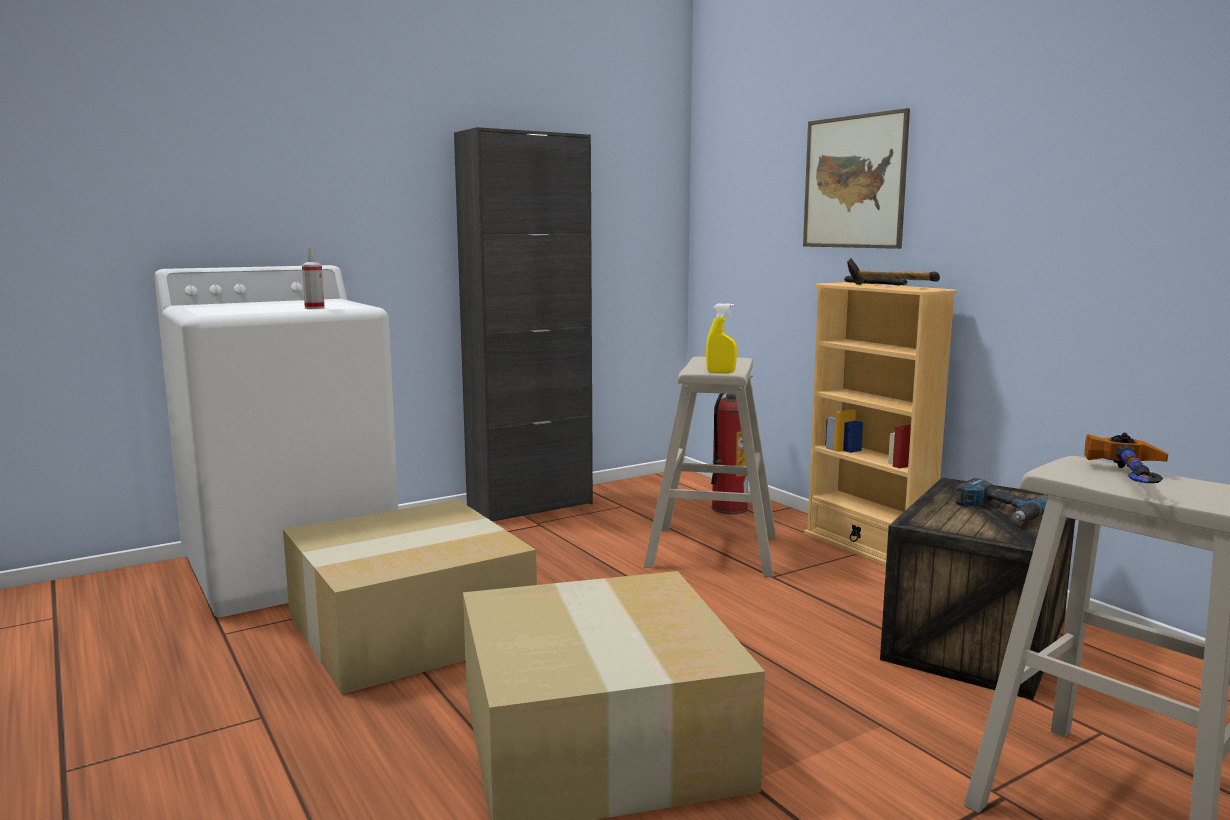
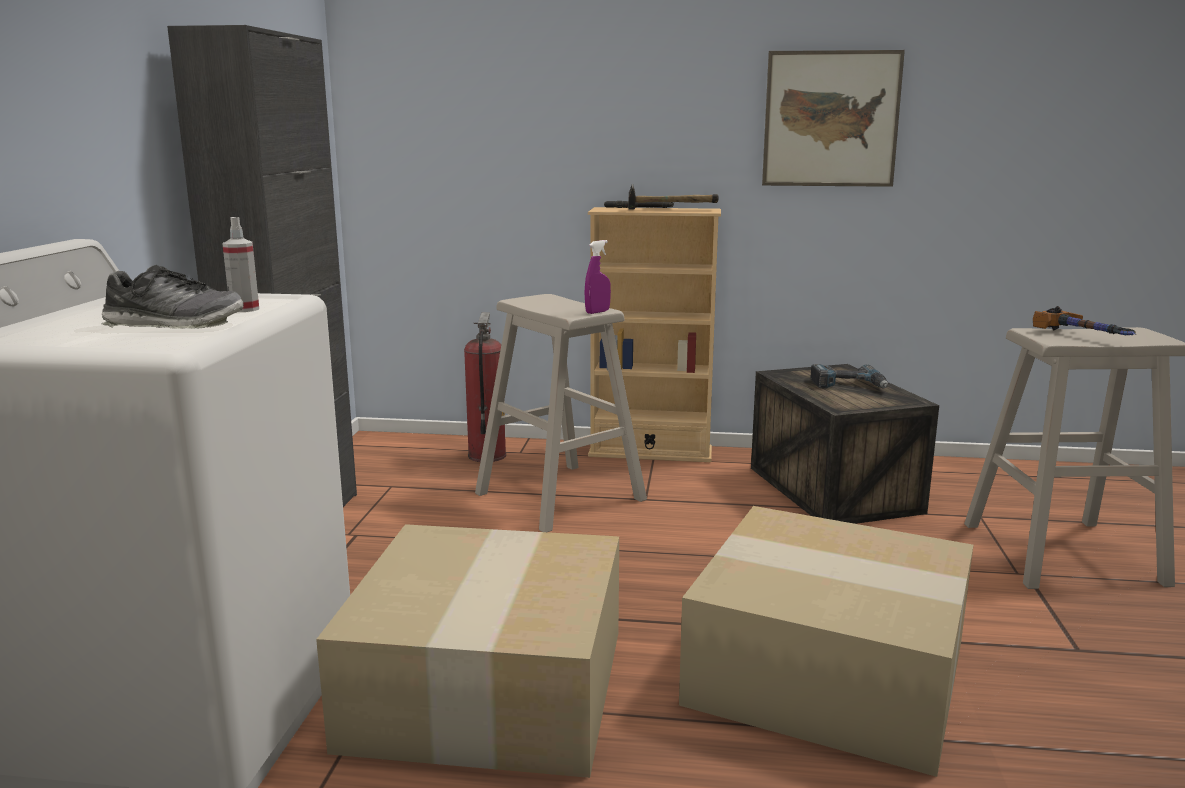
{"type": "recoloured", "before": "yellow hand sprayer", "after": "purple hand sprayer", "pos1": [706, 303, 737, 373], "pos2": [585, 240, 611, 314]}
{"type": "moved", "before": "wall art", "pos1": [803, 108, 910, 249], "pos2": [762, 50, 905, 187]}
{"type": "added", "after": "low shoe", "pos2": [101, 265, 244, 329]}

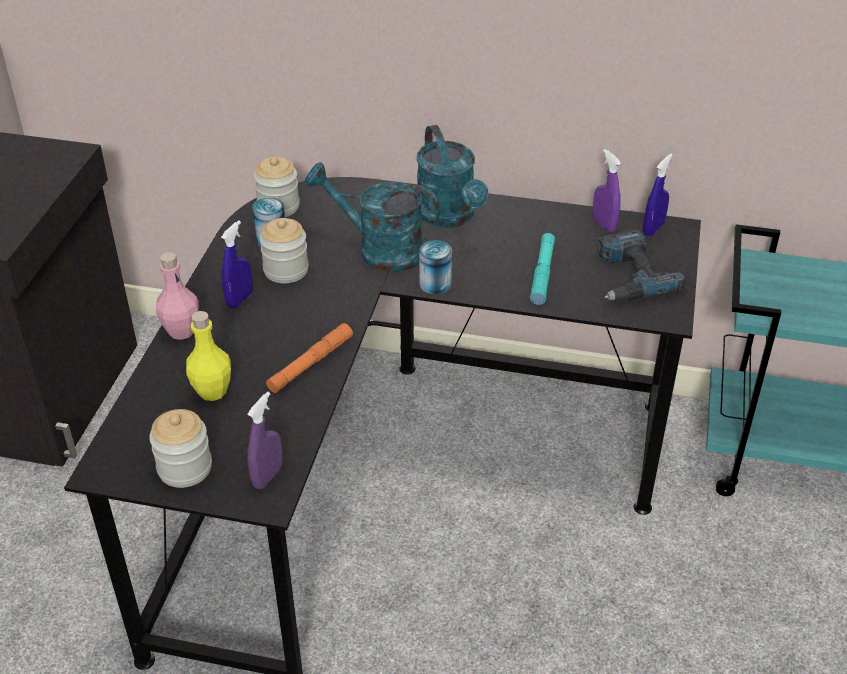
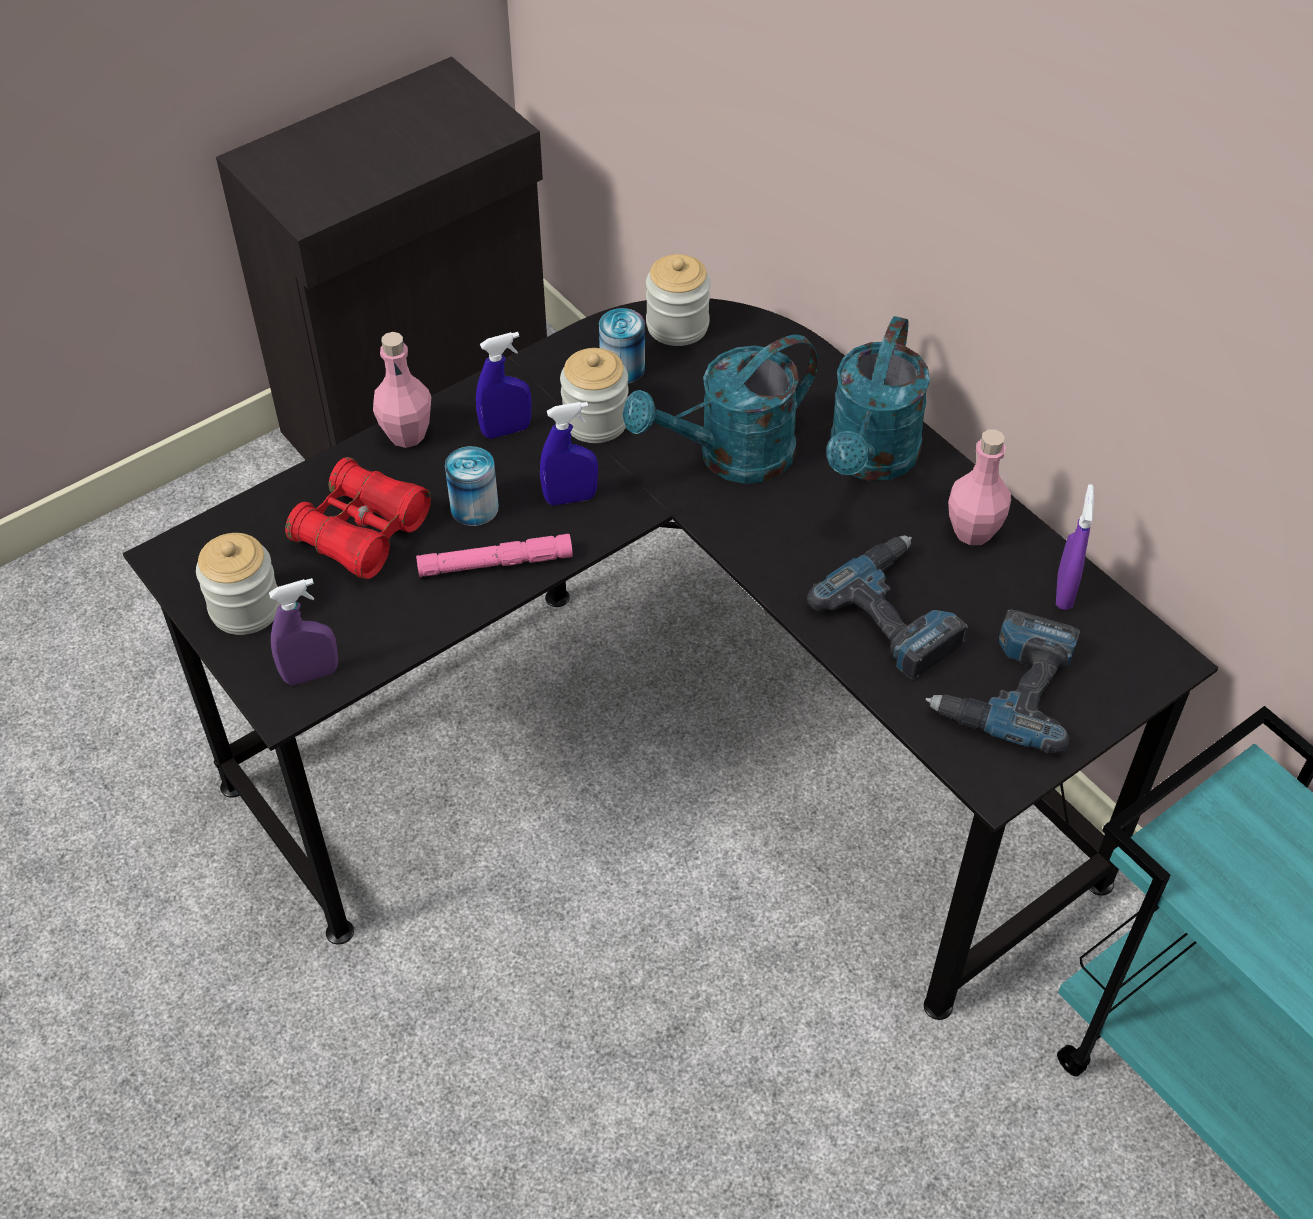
{"type": "replaced", "before": "yellow bottle", "after": "red-coloured field glasses", "pos1": [186, 311, 231, 401], "pos2": [285, 457, 431, 579]}
{"type": "recoloured", "before": "orange-coloured hand torch", "after": "pinkish hand torch", "pos1": [266, 323, 353, 393], "pos2": [416, 534, 573, 577]}
{"type": "turned", "before": "turquoise-coloured sprinkling can", "pos1": [305, 162, 440, 272], "pos2": [622, 335, 818, 484], "turn": -90}
{"type": "moved", "before": "can", "pos1": [419, 240, 452, 294], "pos2": [445, 446, 499, 526]}
{"type": "replaced", "before": "turquoise-coloured hand torch", "after": "drill", "pos1": [530, 233, 555, 305], "pos2": [807, 535, 968, 680]}
{"type": "moved", "before": "bluish hand sprayer", "pos1": [643, 154, 673, 236], "pos2": [540, 402, 598, 506]}
{"type": "added", "after": "pinkish bottle", "pos2": [948, 429, 1011, 545]}

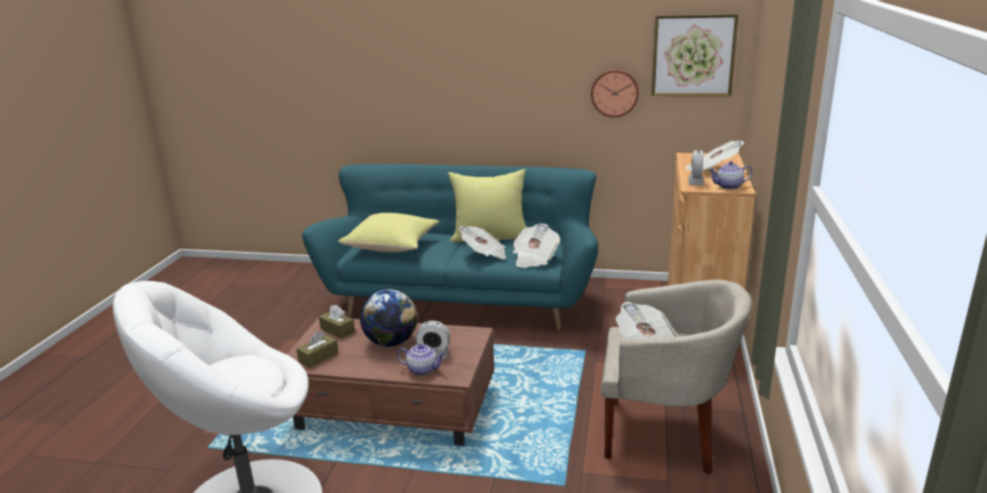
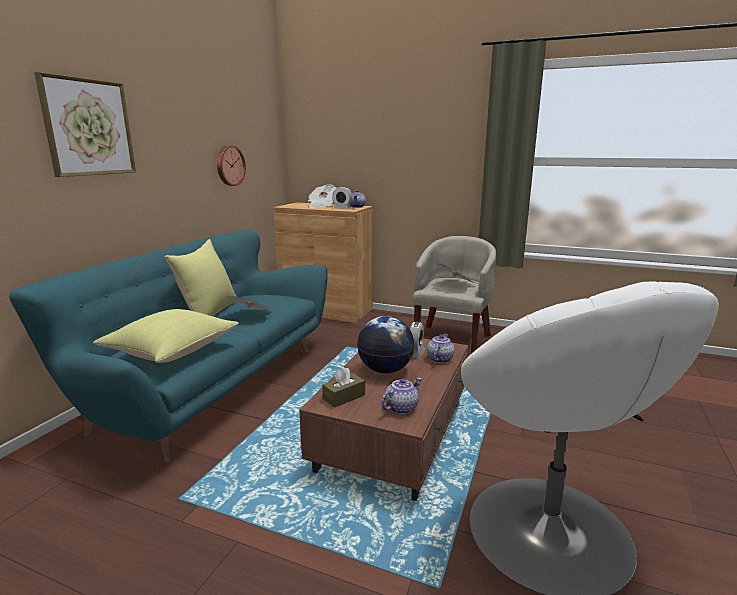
{"type": "replaced", "before": "brown box of tissues", "after": "pot for tea", "pos1": [297, 331, 338, 368], "pos2": [381, 378, 422, 414]}
{"type": "removed", "before": "newspaper", "pos1": [513, 224, 560, 268]}
{"type": "moved", "before": "wall art", "pos1": [651, 14, 739, 96], "pos2": [34, 72, 136, 177]}

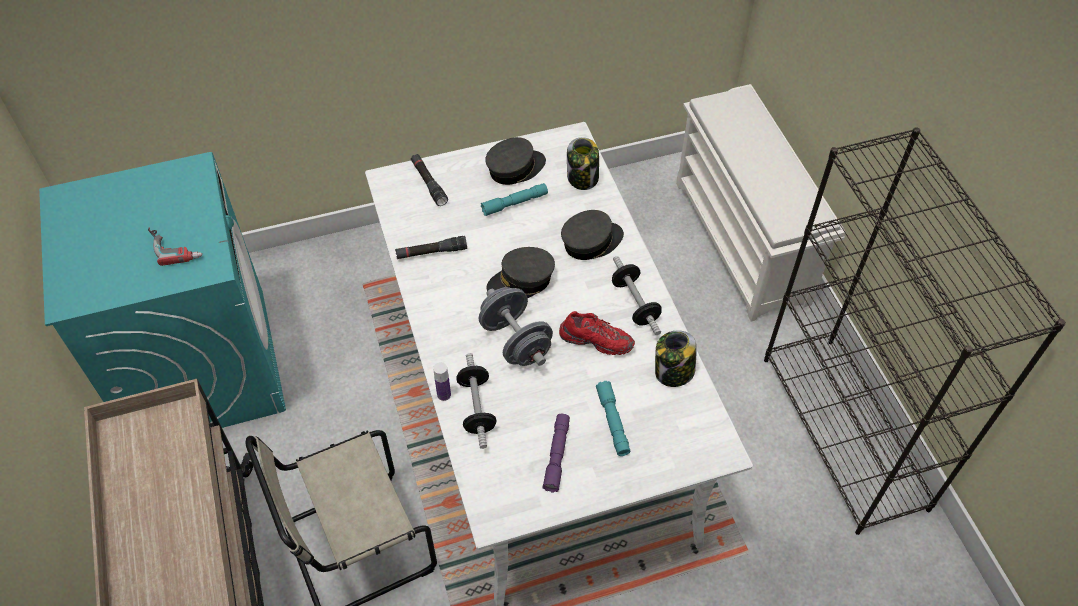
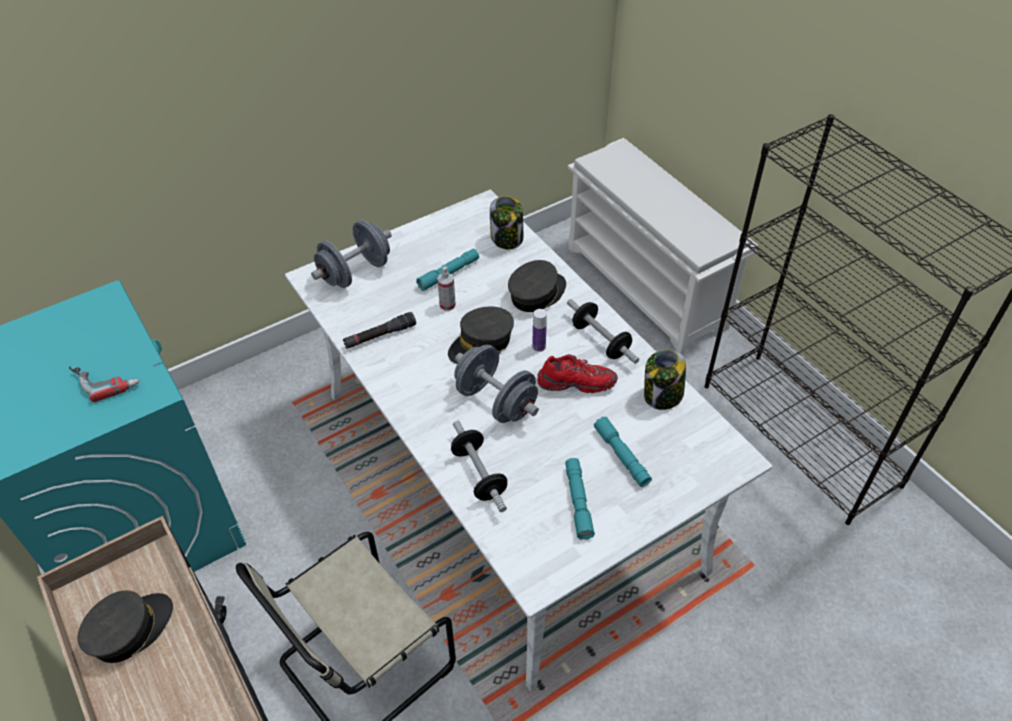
{"type": "replaced", "before": "black hand torch", "after": "greyish hand weight", "pos1": [411, 154, 448, 206], "pos2": [311, 220, 392, 288]}
{"type": "moved", "before": "bottle", "pos1": [433, 362, 451, 401], "pos2": [532, 309, 547, 352]}
{"type": "moved", "before": "greyish cap", "pos1": [485, 137, 546, 185], "pos2": [78, 590, 173, 663]}
{"type": "recoloured", "before": "purple hand torch", "after": "turquoise-coloured hand torch", "pos1": [542, 414, 570, 492], "pos2": [565, 458, 595, 540]}
{"type": "added", "after": "hand sprayer", "pos2": [437, 266, 456, 311]}

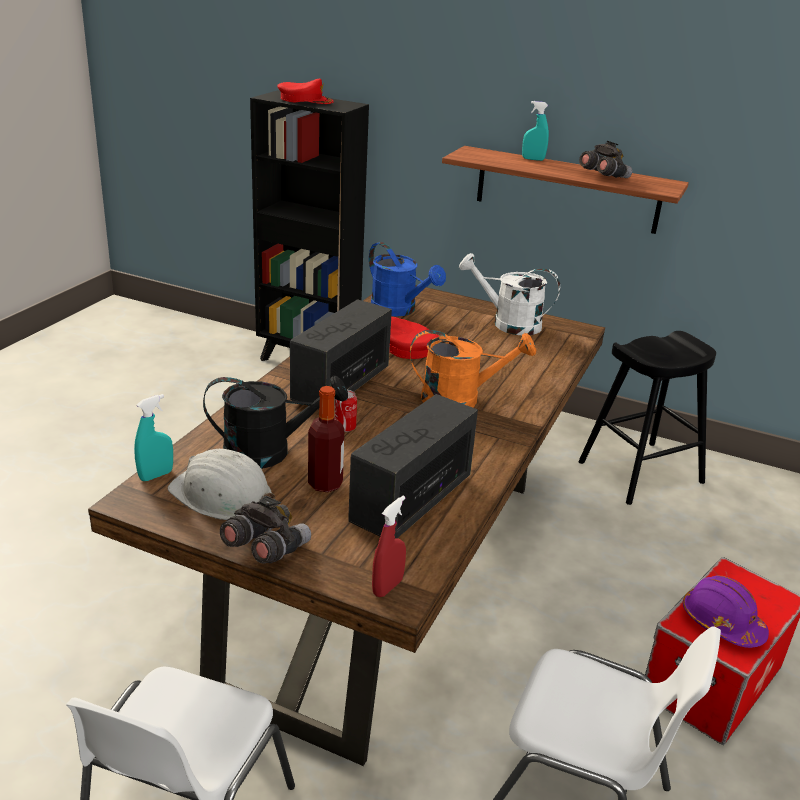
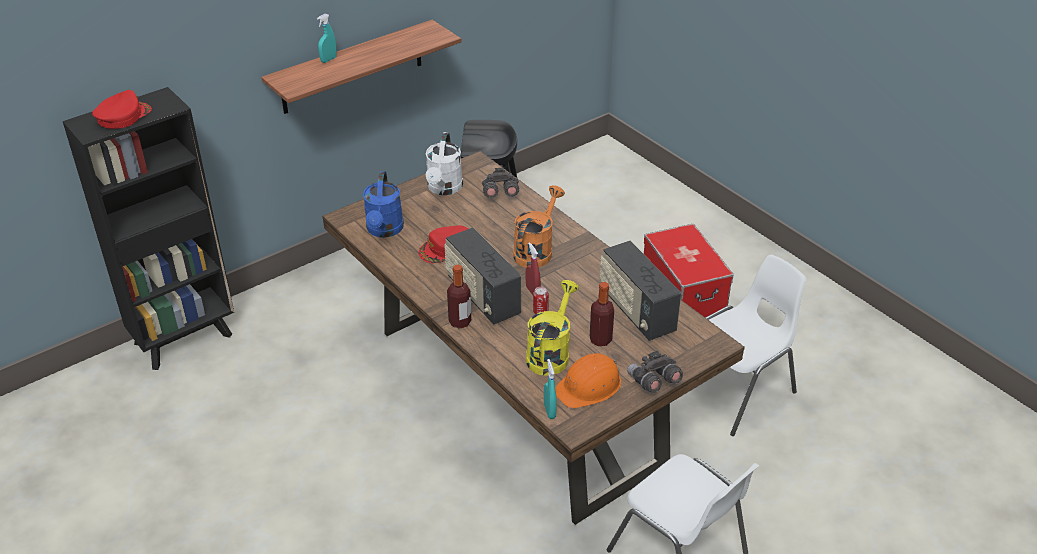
{"type": "recoloured", "before": "whitish safety helmet", "after": "orange-coloured safety helmet", "pos1": [167, 449, 275, 520], "pos2": [555, 353, 621, 408]}
{"type": "recoloured", "before": "black sprinkling can", "after": "yellow sprinkling can", "pos1": [203, 376, 348, 469], "pos2": [526, 280, 579, 376]}
{"type": "turned", "before": "bluish sprinkling can", "pos1": [369, 242, 446, 317], "pos2": [363, 171, 404, 238], "turn": 105}
{"type": "moved", "before": "red-coloured hand sprayer", "pos1": [372, 496, 406, 597], "pos2": [526, 242, 541, 295]}
{"type": "turned", "before": "whitish sprinkling can", "pos1": [459, 253, 560, 335], "pos2": [426, 132, 463, 195], "turn": -45}
{"type": "moved", "before": "greyish field glasses", "pos1": [579, 141, 632, 178], "pos2": [482, 168, 519, 198]}
{"type": "removed", "before": "purple safety helmet", "pos1": [683, 576, 769, 648]}
{"type": "added", "after": "bottle", "pos2": [447, 265, 471, 329]}

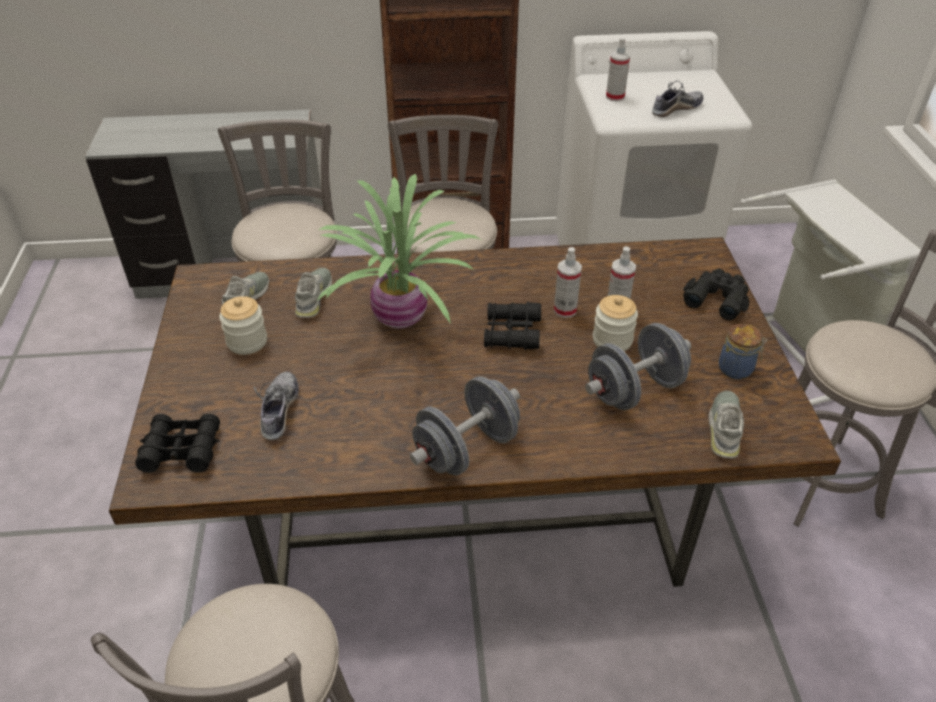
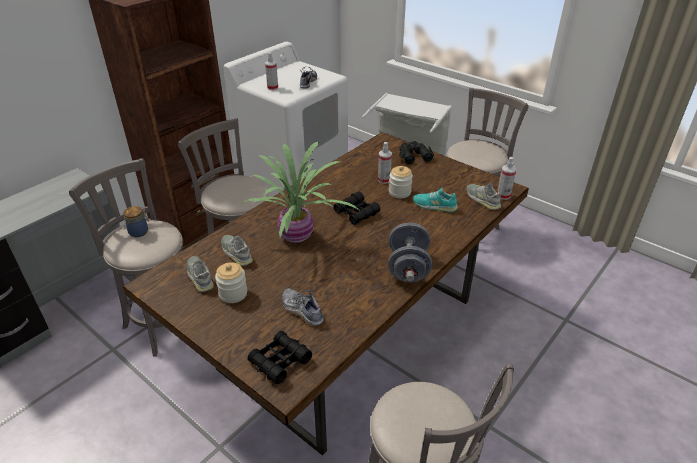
{"type": "moved", "before": "hand sprayer", "pos1": [554, 247, 582, 318], "pos2": [497, 157, 516, 200]}
{"type": "replaced", "before": "greyish hand weight", "after": "turquoise-coloured low shoe", "pos1": [585, 323, 691, 410], "pos2": [413, 187, 458, 212]}
{"type": "moved", "before": "preserve jar", "pos1": [719, 324, 767, 379], "pos2": [123, 206, 149, 237]}

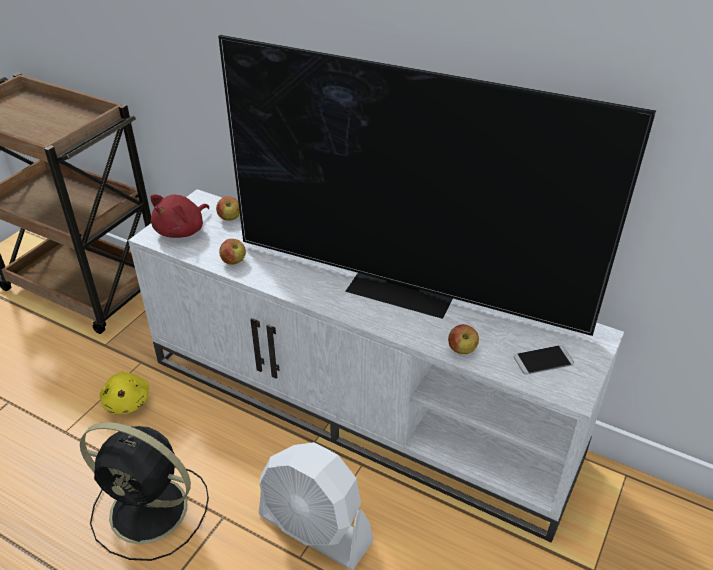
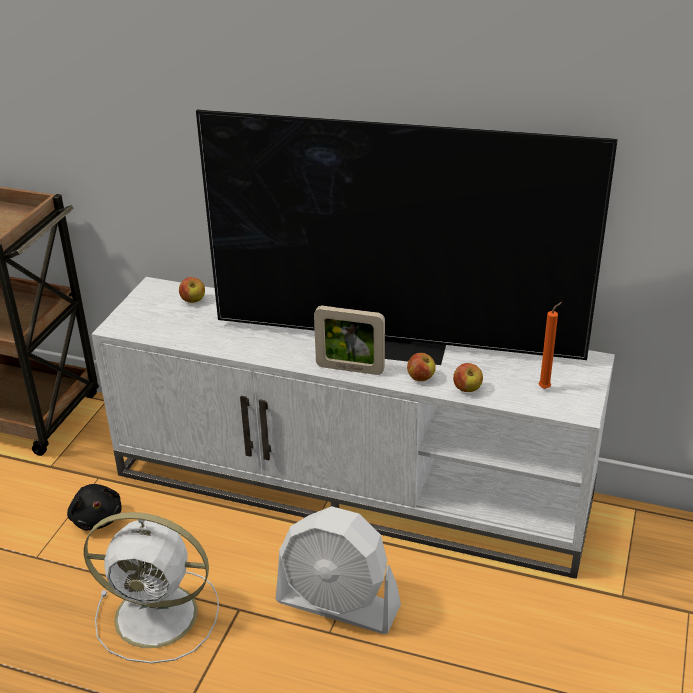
{"type": "recoloured", "before": "black cooling fan", "after": "whitish cooling fan", "pos1": [80, 422, 209, 561], "pos2": [84, 512, 219, 663]}
{"type": "recoloured", "before": "yellow soft toy", "after": "black soft toy", "pos1": [99, 371, 149, 414], "pos2": [67, 484, 122, 530]}
{"type": "removed", "before": "red-coloured soft toy", "pos1": [151, 194, 209, 238]}
{"type": "moved", "before": "apple", "pos1": [219, 239, 246, 265], "pos2": [407, 353, 436, 381]}
{"type": "replaced", "before": "telephone", "after": "orange-coloured wax light", "pos1": [514, 345, 574, 375], "pos2": [539, 302, 562, 389]}
{"type": "added", "after": "standing frame", "pos2": [314, 306, 385, 375]}

